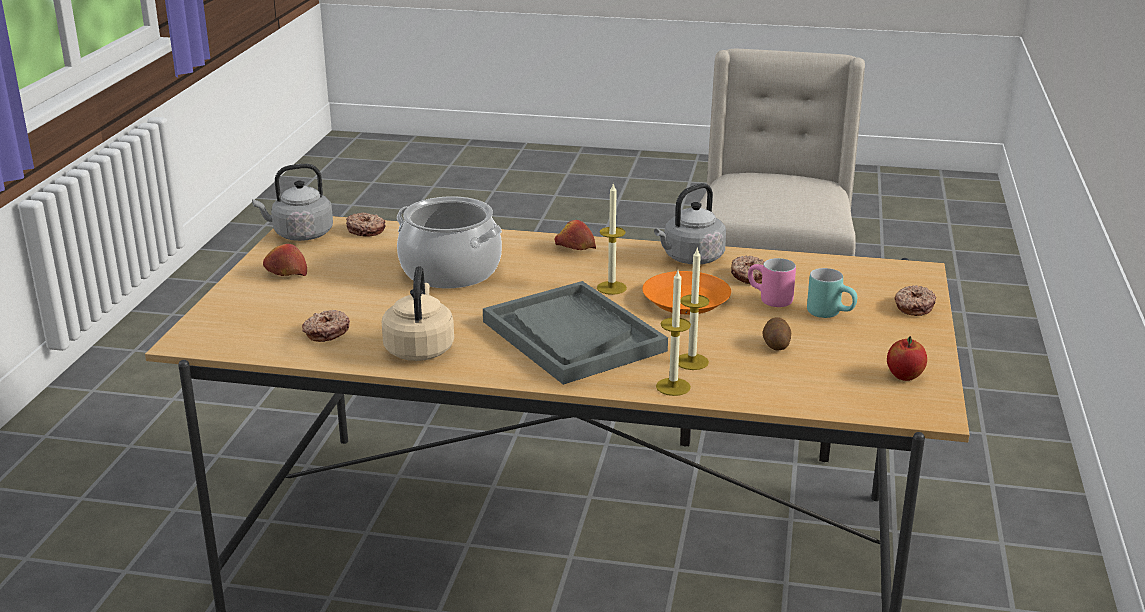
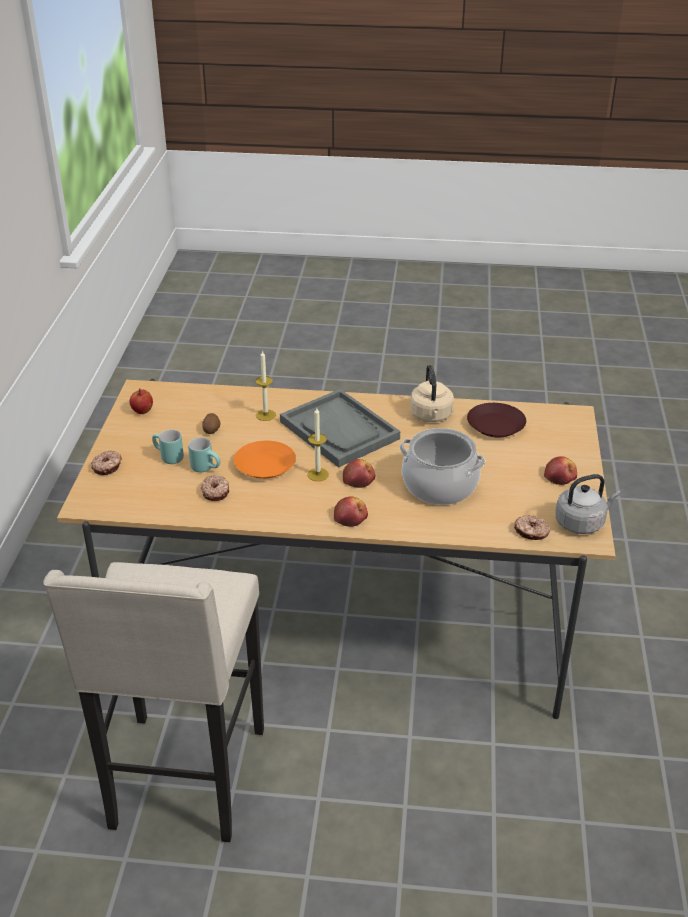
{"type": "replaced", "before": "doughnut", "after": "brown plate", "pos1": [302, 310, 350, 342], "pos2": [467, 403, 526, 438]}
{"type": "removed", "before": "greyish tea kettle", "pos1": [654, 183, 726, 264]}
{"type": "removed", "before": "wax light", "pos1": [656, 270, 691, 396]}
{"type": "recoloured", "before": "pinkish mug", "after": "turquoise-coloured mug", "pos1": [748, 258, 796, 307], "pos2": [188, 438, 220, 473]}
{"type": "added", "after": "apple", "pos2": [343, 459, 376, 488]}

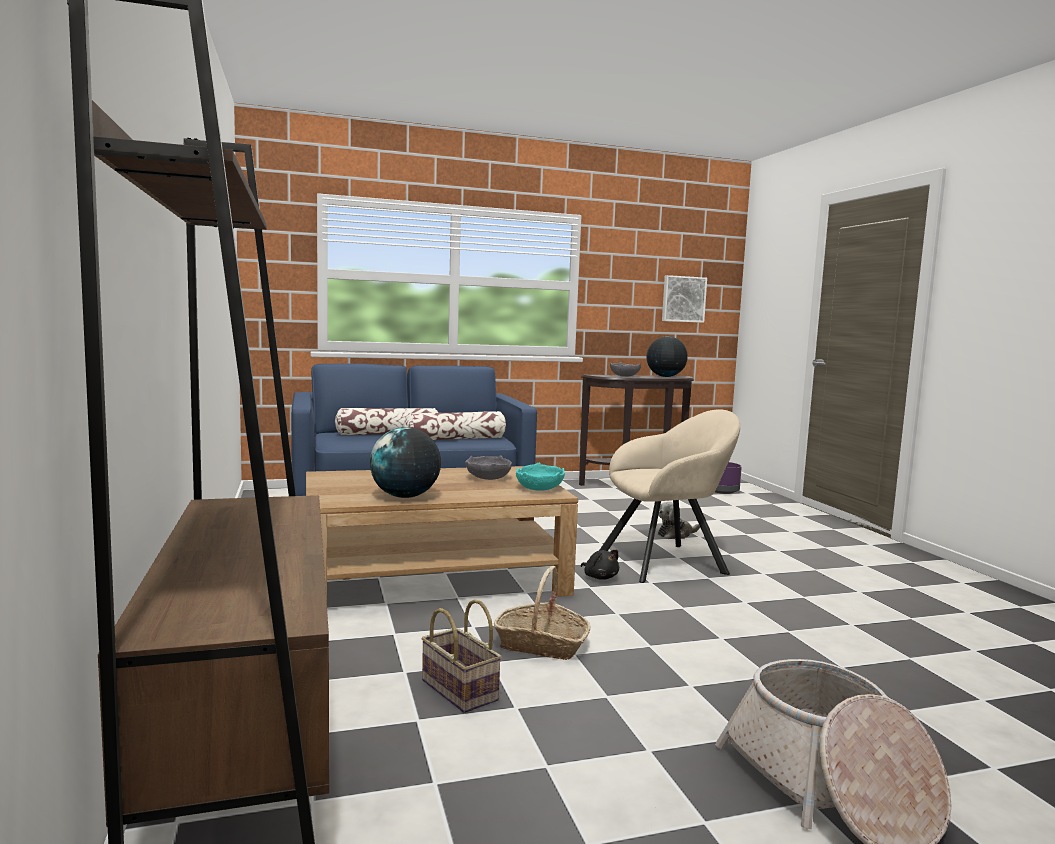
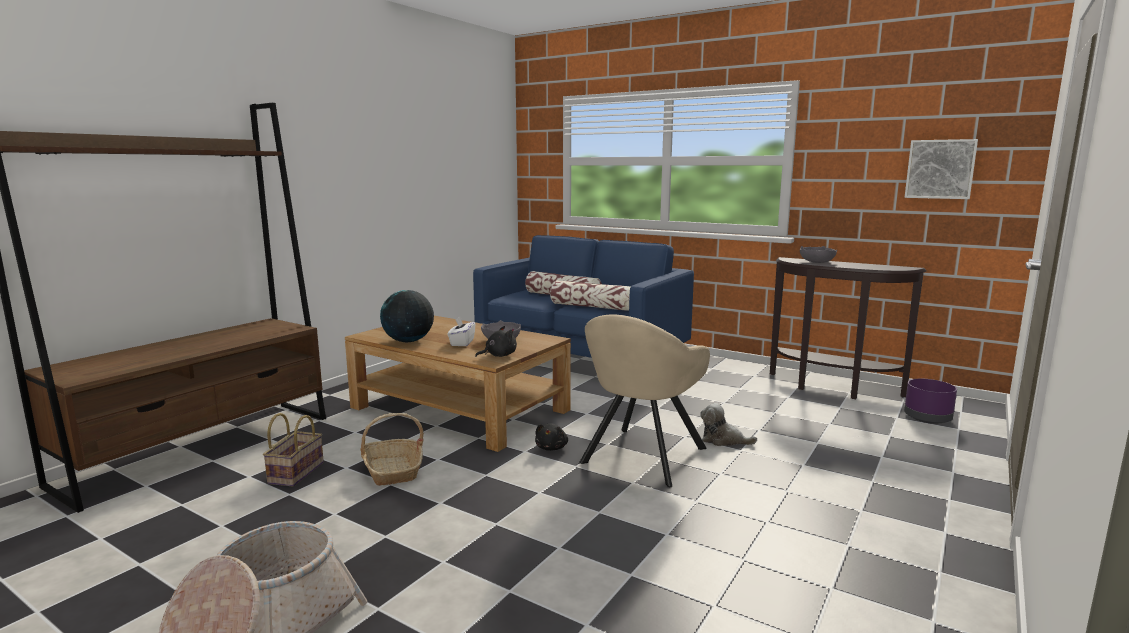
{"type": "replaced", "before": "turquoise-coloured deep dish", "after": "black soft toy", "pos1": [516, 463, 565, 491], "pos2": [475, 326, 517, 357]}
{"type": "turned", "before": "beige-coloured lounge chair", "pos1": [600, 409, 740, 583], "pos2": [579, 314, 710, 487], "turn": 90}
{"type": "removed", "before": "globe", "pos1": [647, 336, 688, 377]}
{"type": "added", "after": "whitish box of tissues", "pos2": [447, 317, 475, 346]}

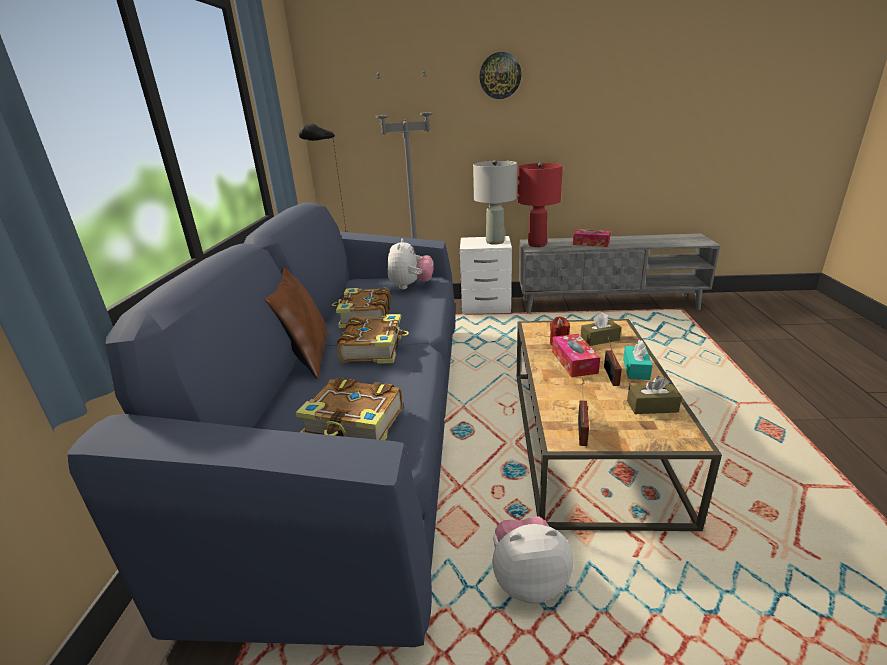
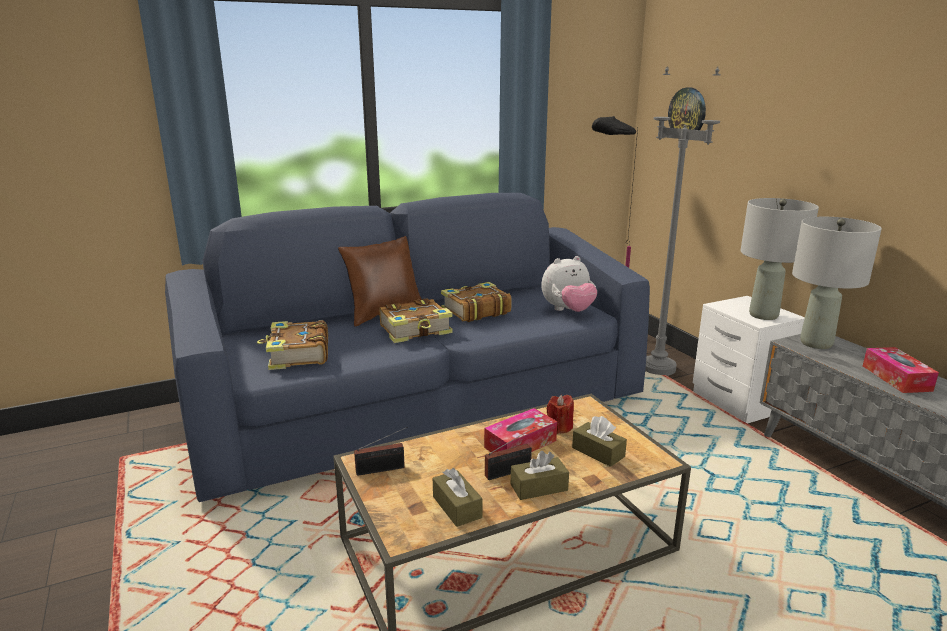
{"type": "moved", "before": "clock on the wall", "pos1": [480, 52, 522, 99], "pos2": [668, 88, 706, 130]}
{"type": "removed", "before": "soft toy", "pos1": [492, 516, 573, 604]}
{"type": "recoloured", "before": "red-coloured lamp for a table", "after": "greyish lamp for a table", "pos1": [517, 162, 563, 247], "pos2": [792, 217, 882, 349]}
{"type": "recoloured", "before": "turquoise-coloured box of tissues", "after": "brown box of tissues", "pos1": [623, 340, 653, 380], "pos2": [511, 451, 569, 500]}

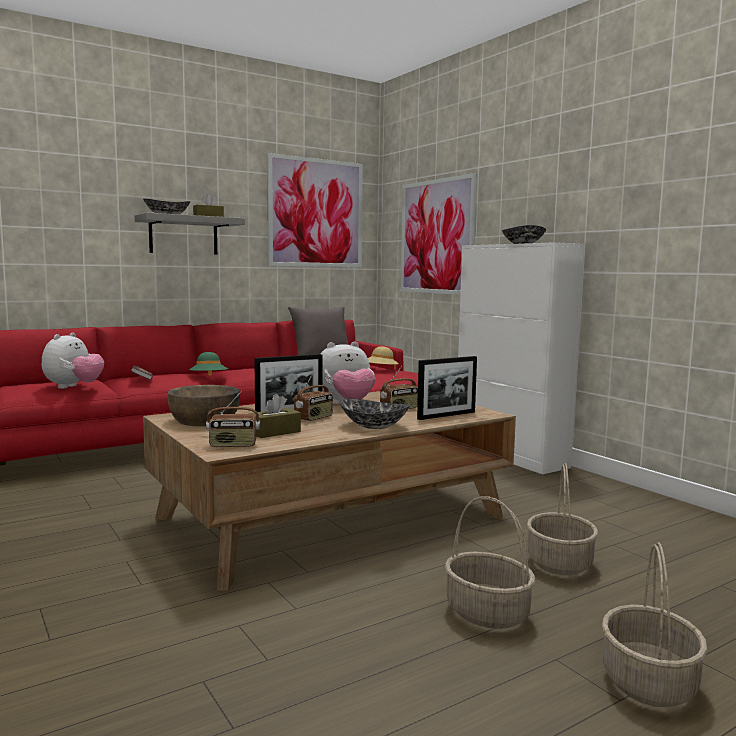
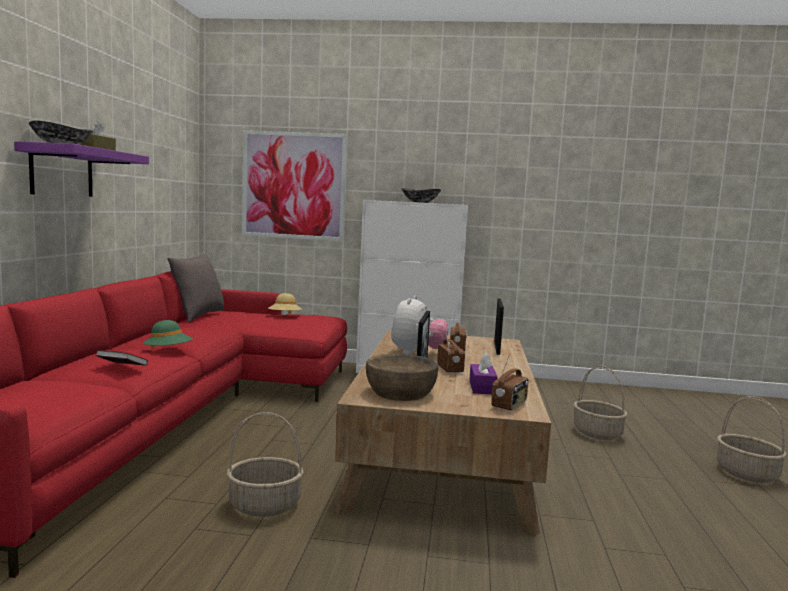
{"type": "removed", "before": "soft toy", "pos1": [42, 332, 104, 389]}
{"type": "recoloured", "before": "greyish wall shelf", "after": "purple wall shelf", "pos1": [134, 213, 245, 255], "pos2": [14, 141, 149, 197]}
{"type": "recoloured", "before": "brown box of tissues", "after": "purple box of tissues", "pos1": [249, 394, 301, 438], "pos2": [469, 353, 498, 394]}
{"type": "removed", "before": "wall art", "pos1": [267, 153, 363, 267]}
{"type": "removed", "before": "deep dish", "pos1": [340, 399, 410, 429]}
{"type": "moved", "before": "basket", "pos1": [445, 496, 535, 629], "pos2": [227, 412, 304, 517]}

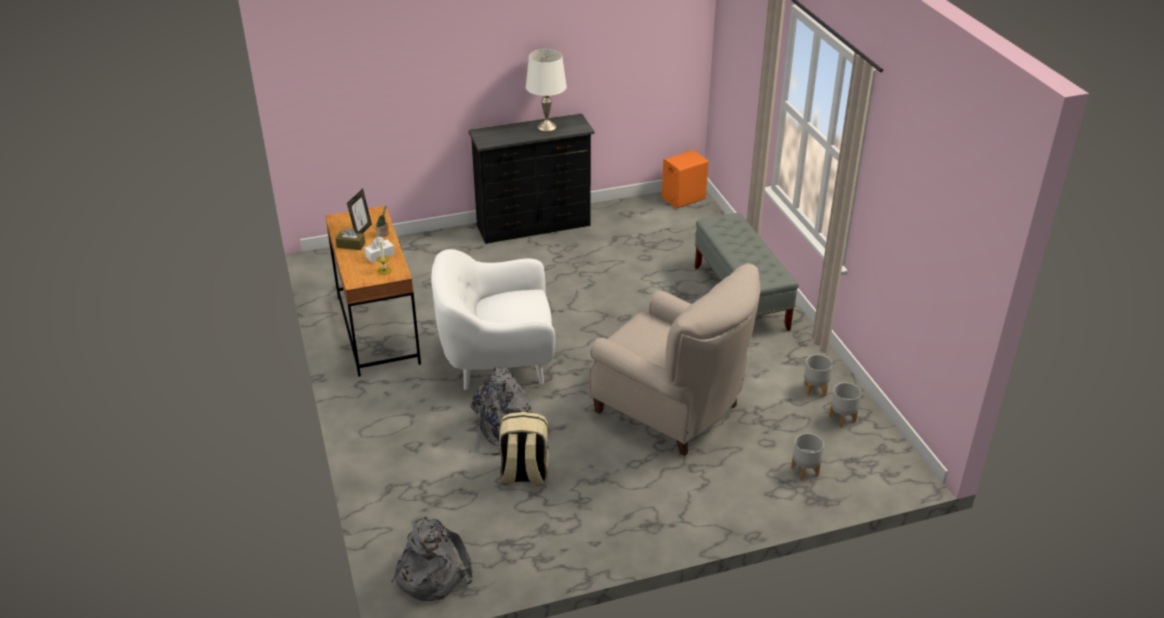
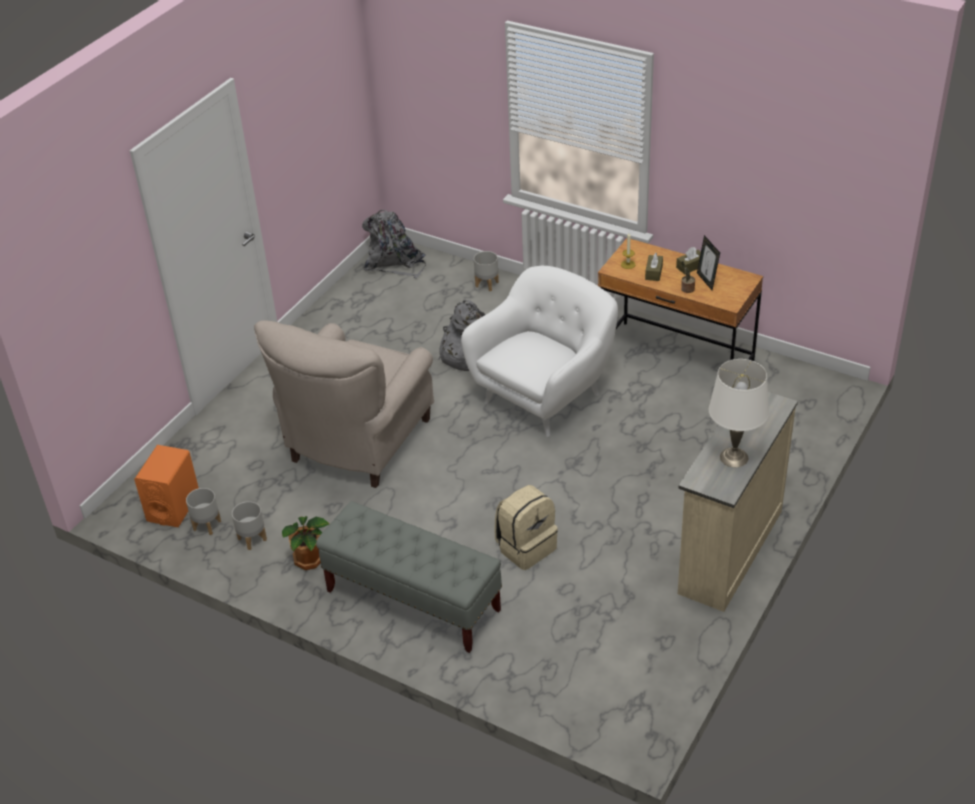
{"type": "recoloured", "before": "whitish box of tissues", "after": "brown box of tissues", "pos1": [364, 236, 395, 263], "pos2": [645, 253, 663, 281]}
{"type": "recoloured", "before": "black chest of drawers", "after": "beige-coloured chest of drawers", "pos1": [468, 113, 594, 244], "pos2": [678, 392, 798, 612]}
{"type": "moved", "before": "beige-coloured knapsack", "pos1": [499, 412, 549, 486], "pos2": [495, 485, 558, 570]}
{"type": "turned", "before": "beige-coloured lounge chair", "pos1": [589, 264, 760, 456], "pos2": [254, 321, 434, 488], "turn": -60}
{"type": "moved", "before": "orange-coloured loudspeaker", "pos1": [662, 150, 708, 209], "pos2": [134, 445, 199, 527]}
{"type": "moved", "before": "greyish plant pot", "pos1": [791, 433, 824, 481], "pos2": [474, 251, 499, 291]}
{"type": "added", "after": "plant in a pot", "pos2": [282, 516, 329, 570]}

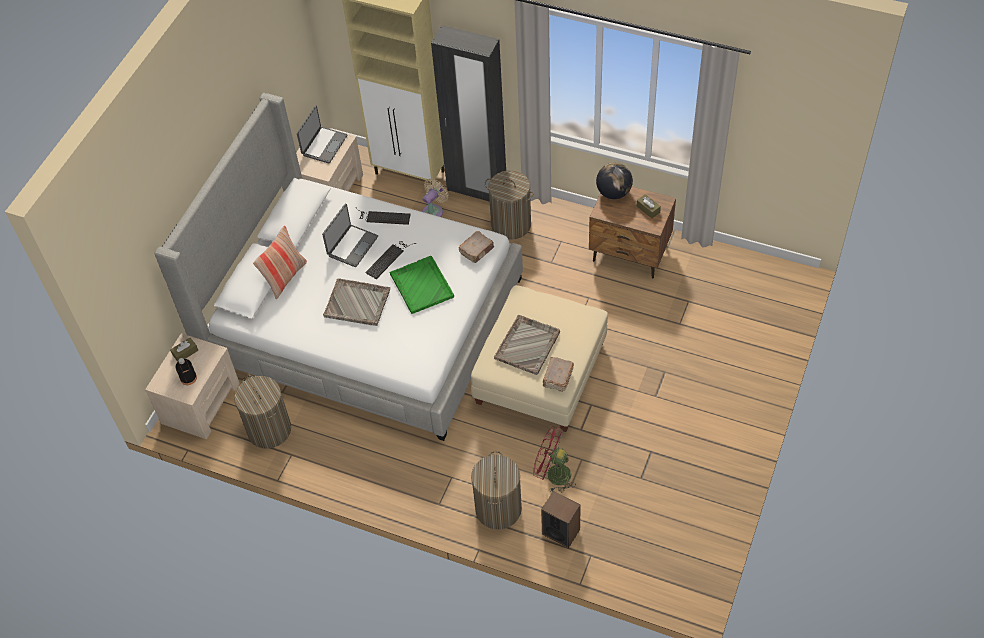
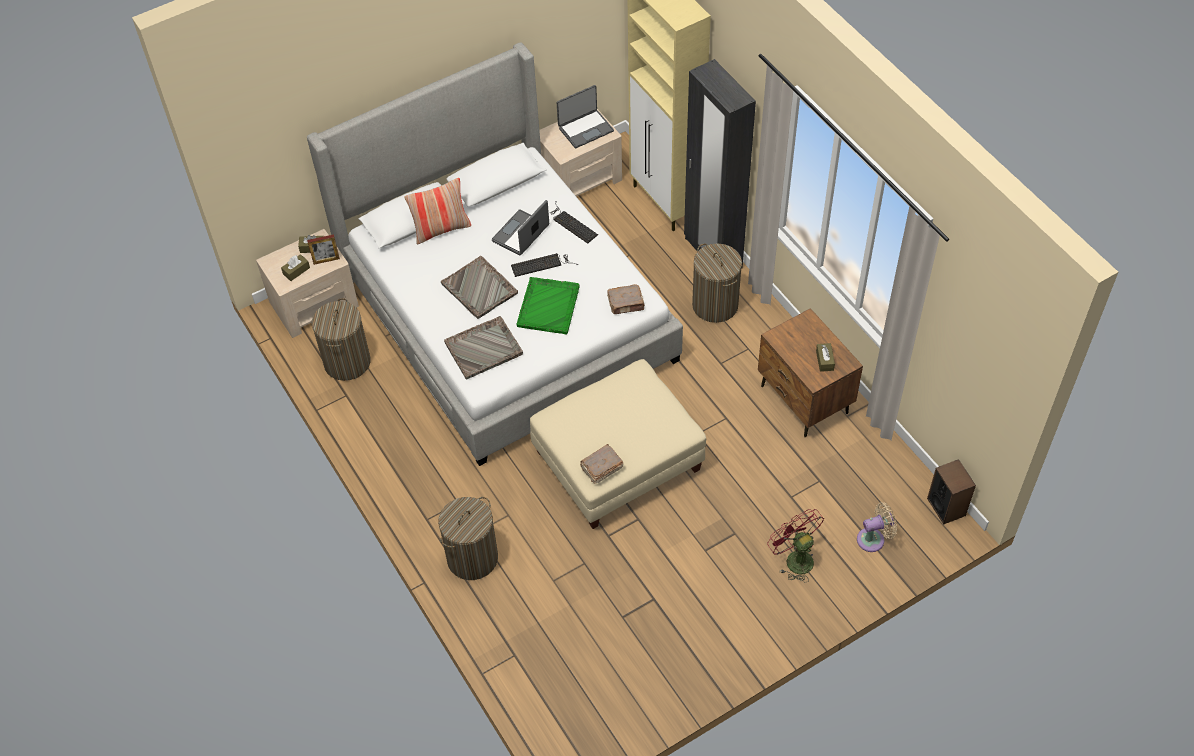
{"type": "replaced", "before": "black bottle", "after": "brown box of tissues", "pos1": [175, 358, 197, 385], "pos2": [281, 254, 310, 281]}
{"type": "turned", "before": "laptop", "pos1": [322, 204, 378, 267], "pos2": [492, 200, 549, 255], "turn": 150}
{"type": "moved", "before": "beige-coloured cooling fan", "pos1": [422, 178, 449, 217], "pos2": [857, 502, 897, 552]}
{"type": "moved", "before": "greyish carrying tray", "pos1": [494, 315, 560, 375], "pos2": [444, 316, 523, 379]}
{"type": "moved", "before": "red-coloured cooling fan", "pos1": [533, 426, 576, 493], "pos2": [767, 509, 824, 583]}
{"type": "moved", "before": "loudspeaker", "pos1": [541, 491, 581, 548], "pos2": [927, 459, 976, 525]}
{"type": "removed", "before": "globe", "pos1": [596, 163, 633, 199]}
{"type": "added", "after": "standing frame", "pos2": [307, 234, 340, 265]}

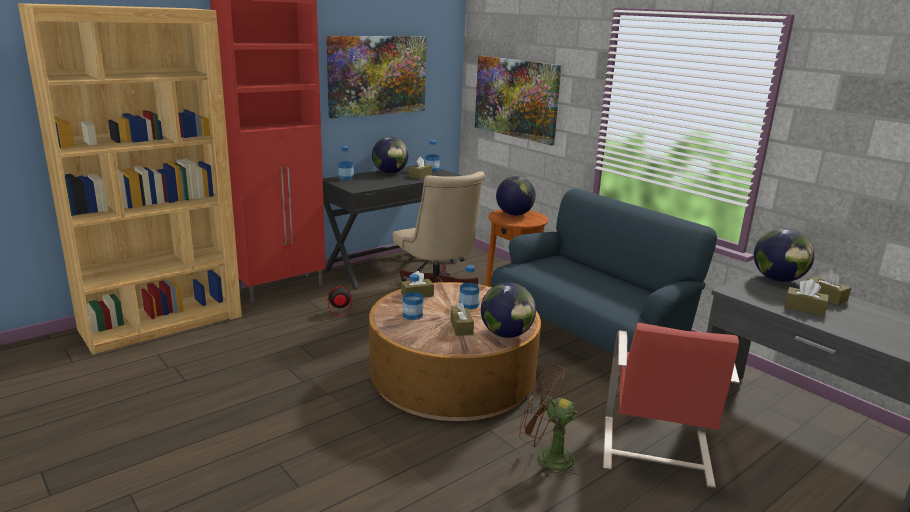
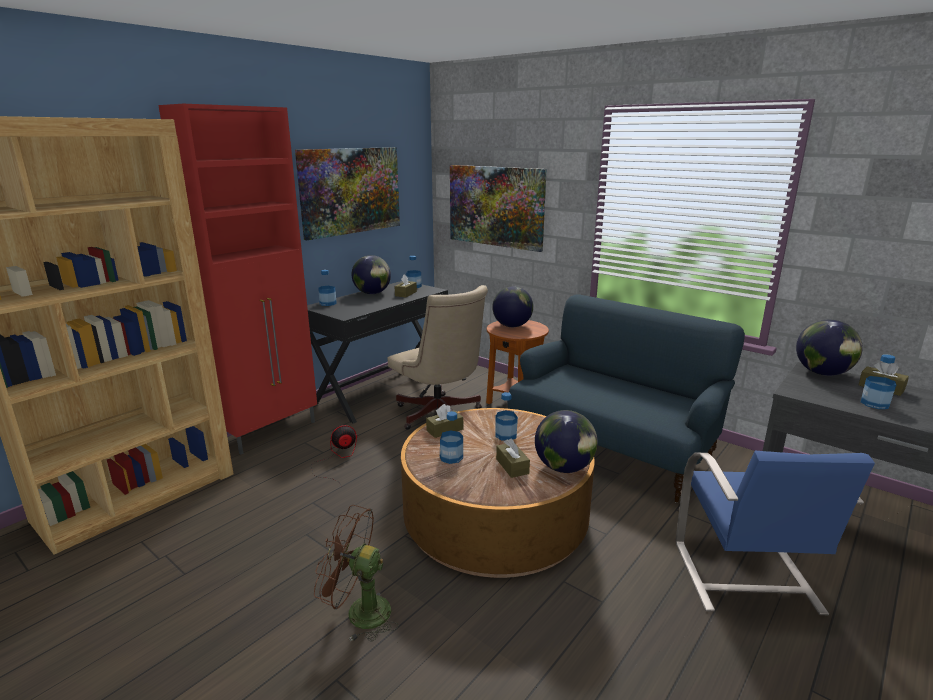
{"type": "moved", "before": "brown cooling fan", "pos1": [520, 363, 583, 480], "pos2": [314, 505, 399, 642]}
{"type": "recoloured", "before": "red-coloured upright chair", "after": "bluish upright chair", "pos1": [603, 323, 740, 489], "pos2": [676, 451, 875, 615]}
{"type": "replaced", "before": "brown box of tissues", "after": "bottle", "pos1": [784, 279, 829, 316], "pos2": [861, 354, 896, 409]}

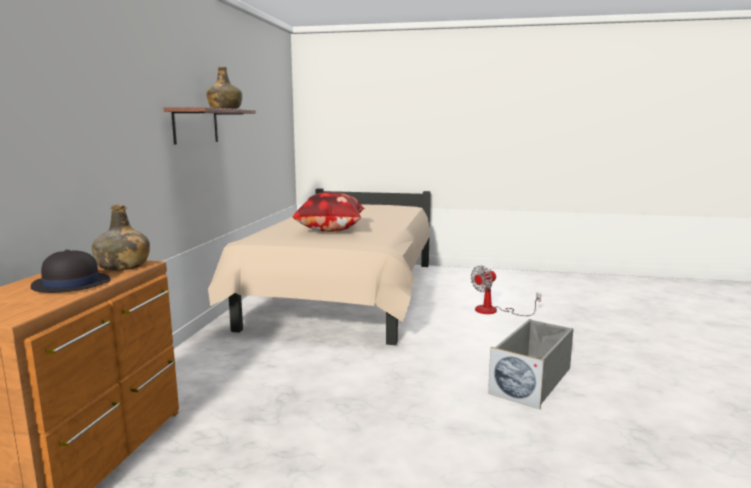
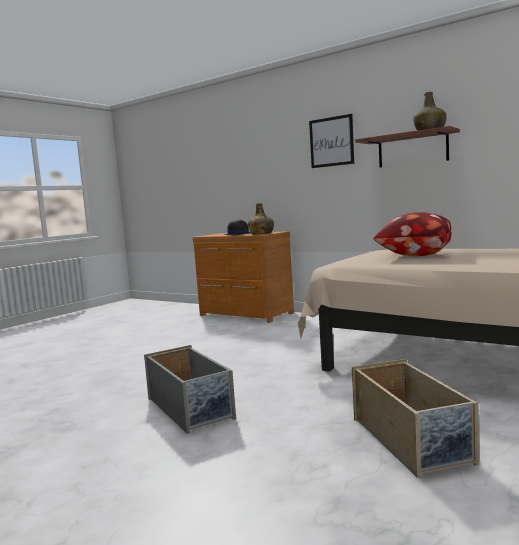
{"type": "replaced", "before": "cooling fan", "after": "beige-coloured storage bin", "pos1": [471, 265, 541, 316], "pos2": [352, 359, 479, 478]}
{"type": "added", "after": "wall art", "pos2": [309, 114, 354, 168]}

